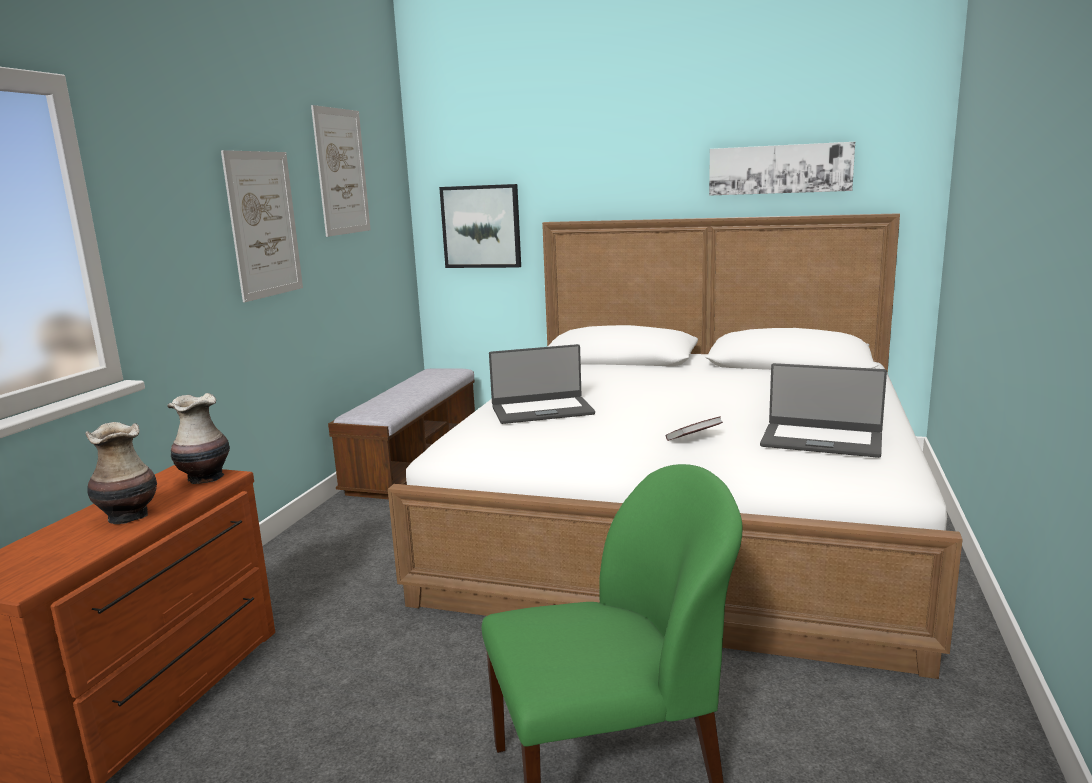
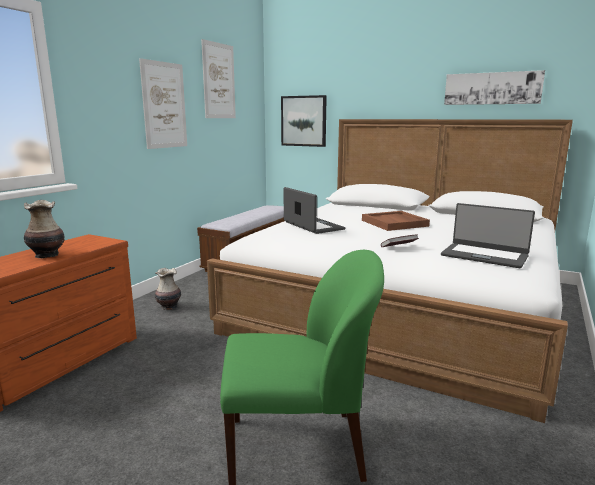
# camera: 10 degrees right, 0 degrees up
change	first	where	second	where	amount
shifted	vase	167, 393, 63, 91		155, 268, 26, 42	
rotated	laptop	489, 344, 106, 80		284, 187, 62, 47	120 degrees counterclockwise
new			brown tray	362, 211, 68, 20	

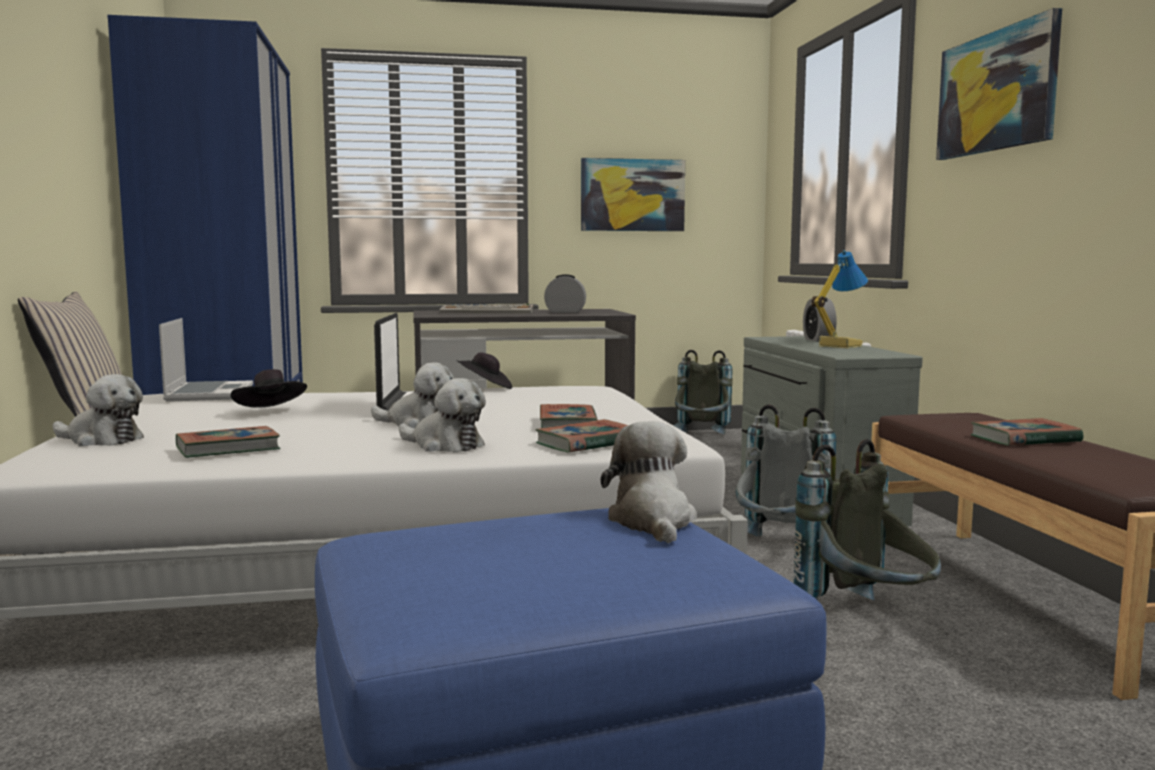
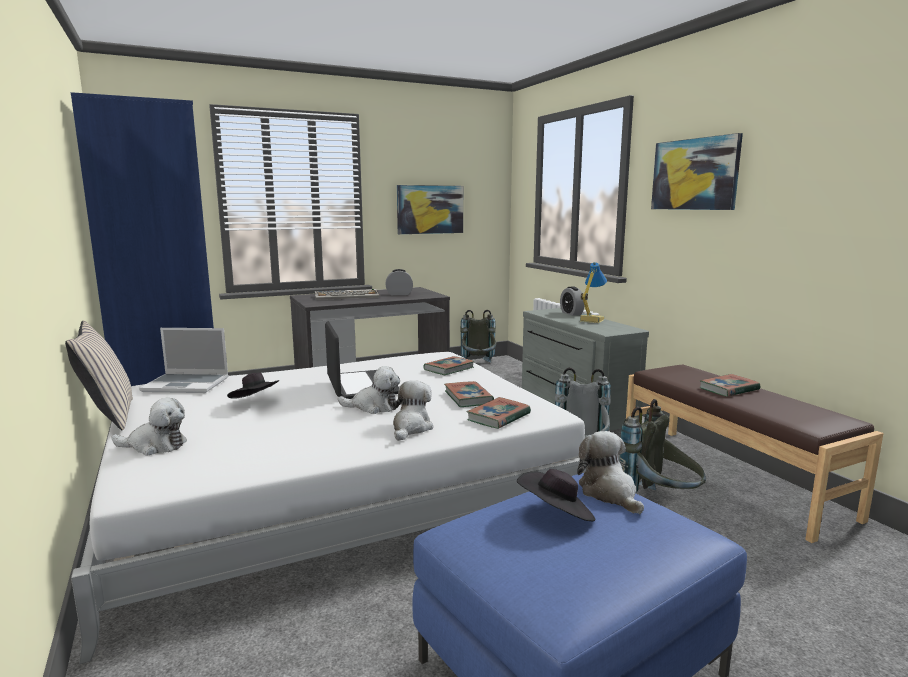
# camera: 15 degrees left, 5 degrees up
change	first	where	second	where	amount
rotated	laptop	159, 318, 94, 84		139, 328, 90, 65	120 degrees clockwise
shifted	book	176, 426, 104, 32		423, 356, 52, 19	
rotated	plush toy	399, 378, 87, 74		391, 380, 42, 61	90 degrees counterclockwise
shifted	black hat	457, 352, 55, 37		517, 469, 79, 52	

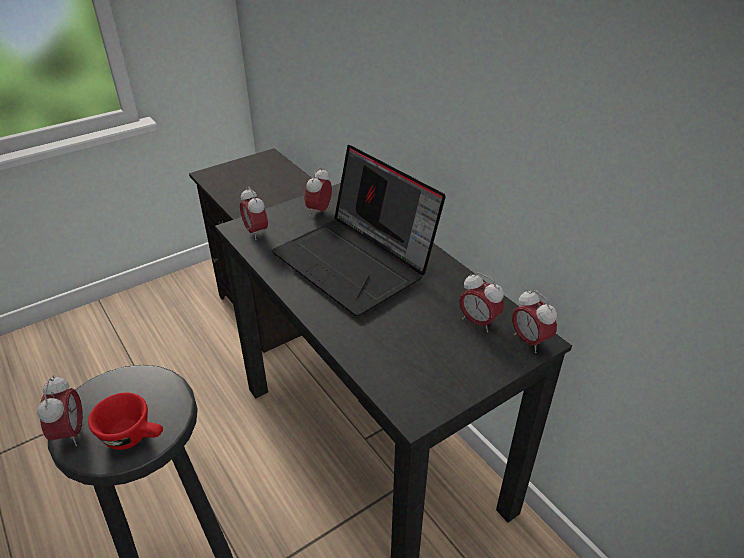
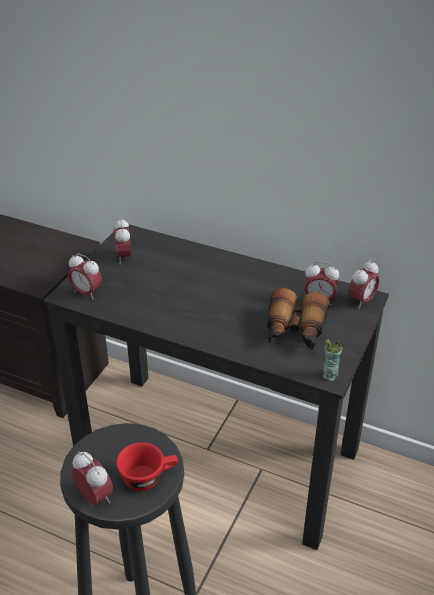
# camera: 30 degrees left, 0 degrees up
change	first	where	second	where	amount
gone	laptop	272, 145, 174, 171			
rotated	alarm clock	512, 290, 45, 63		349, 260, 31, 49	75 degrees counterclockwise
new			binoculars	267, 288, 63, 62	
new			cup	323, 339, 20, 42	

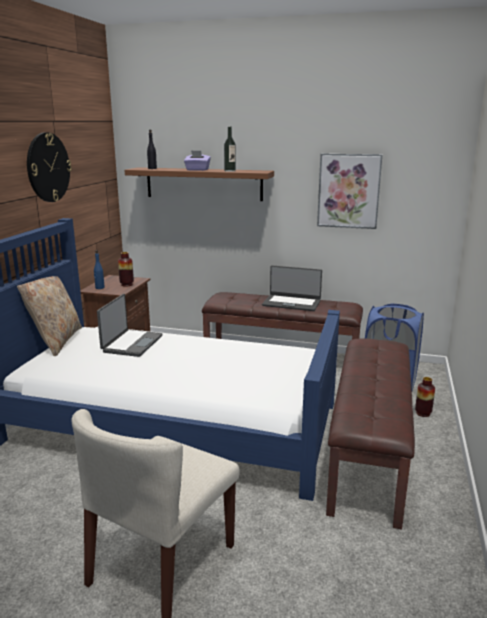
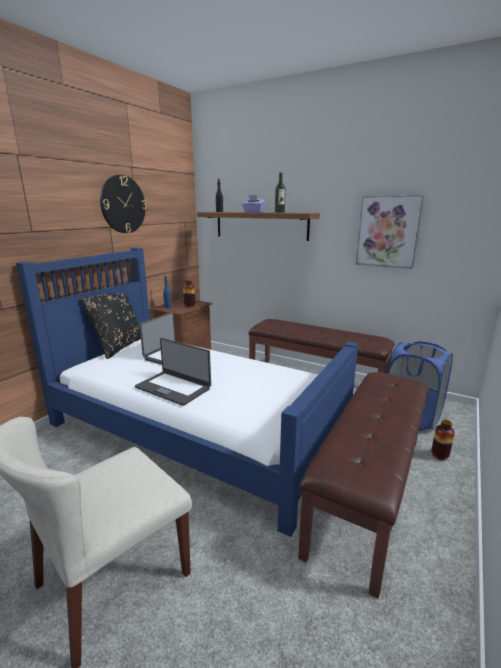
# camera: 15 degrees right, 0 degrees up
change	first	where	second	where	amount
repainted	beige pillow	17, 264, 65, 92	black pillow	79, 294, 62, 65	
shifted	laptop	262, 266, 60, 45		135, 338, 76, 68	

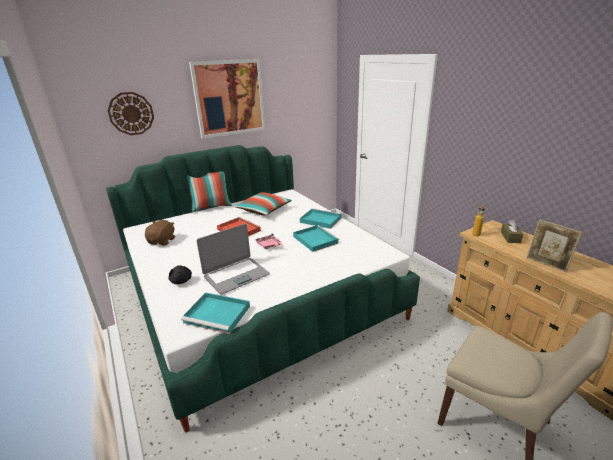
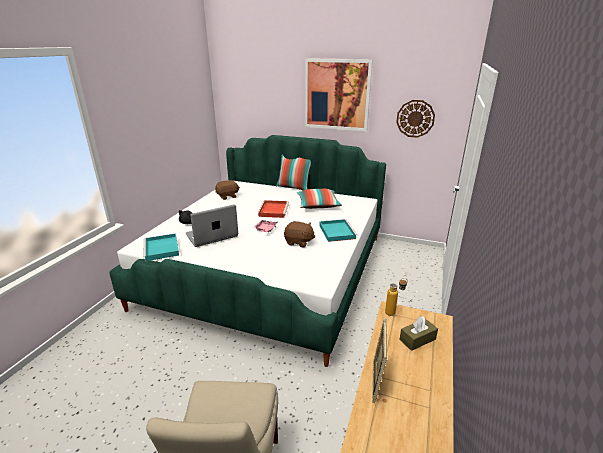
# camera: 50 degrees right, 0 degrees up
change	first	where	second	where	amount
shifted	wall clock	108, 92, 46, 43		396, 100, 39, 38	
rotated	laptop	196, 224, 74, 70		186, 204, 52, 43	135 degrees clockwise
swapped	turquoise tray	293, 225, 46, 27	brown plush toy	284, 221, 31, 26	

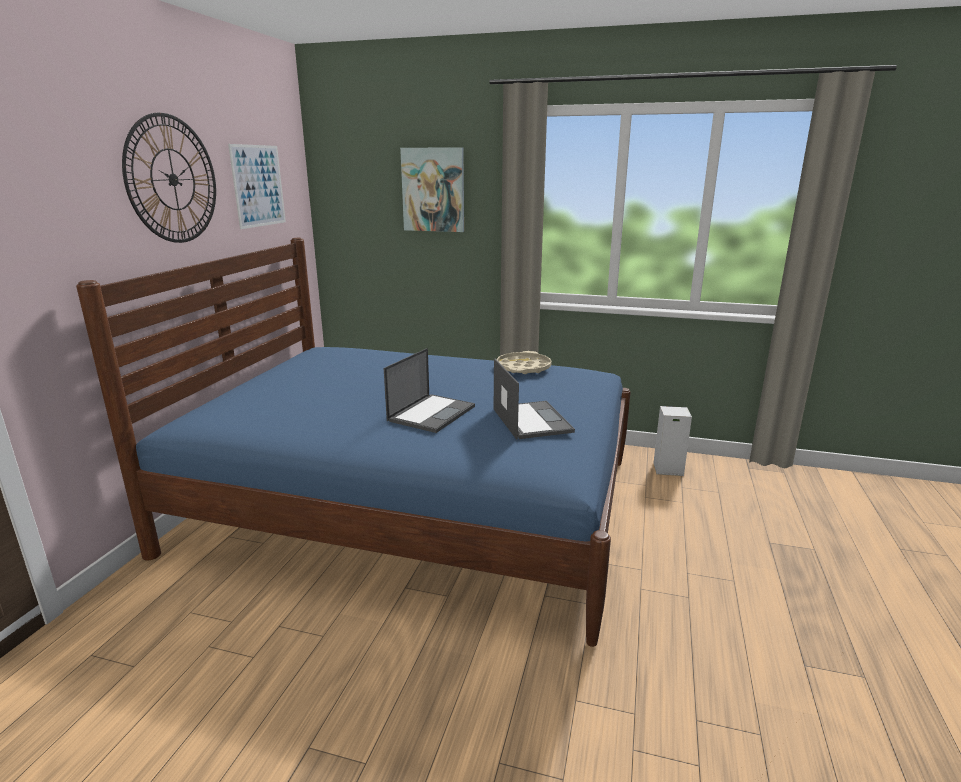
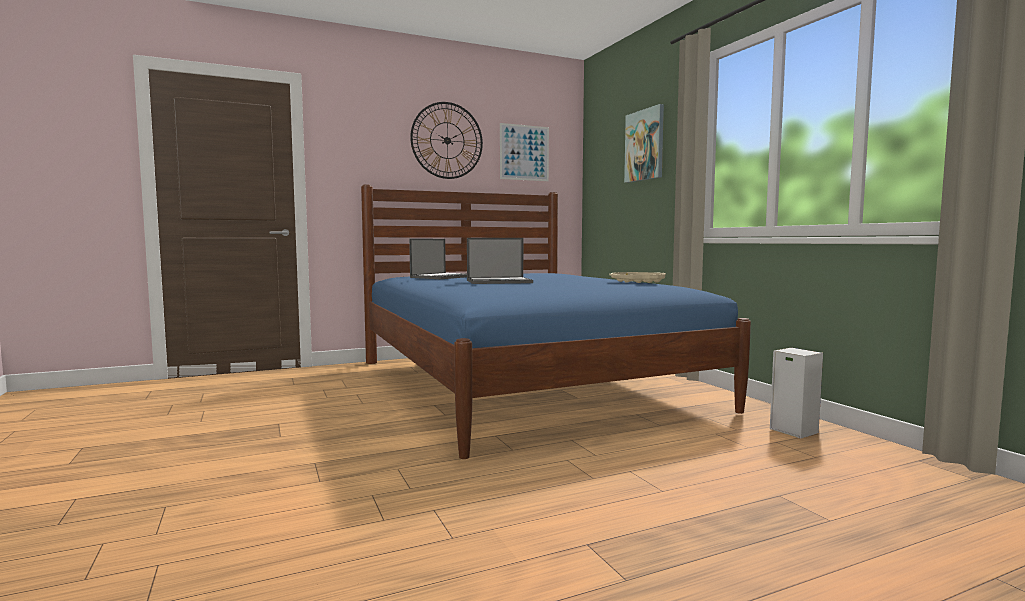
# camera: 50 degrees right, 15 degrees down
change	first	where	second	where	amount
shifted	laptop	494, 359, 81, 80		409, 239, 58, 40	

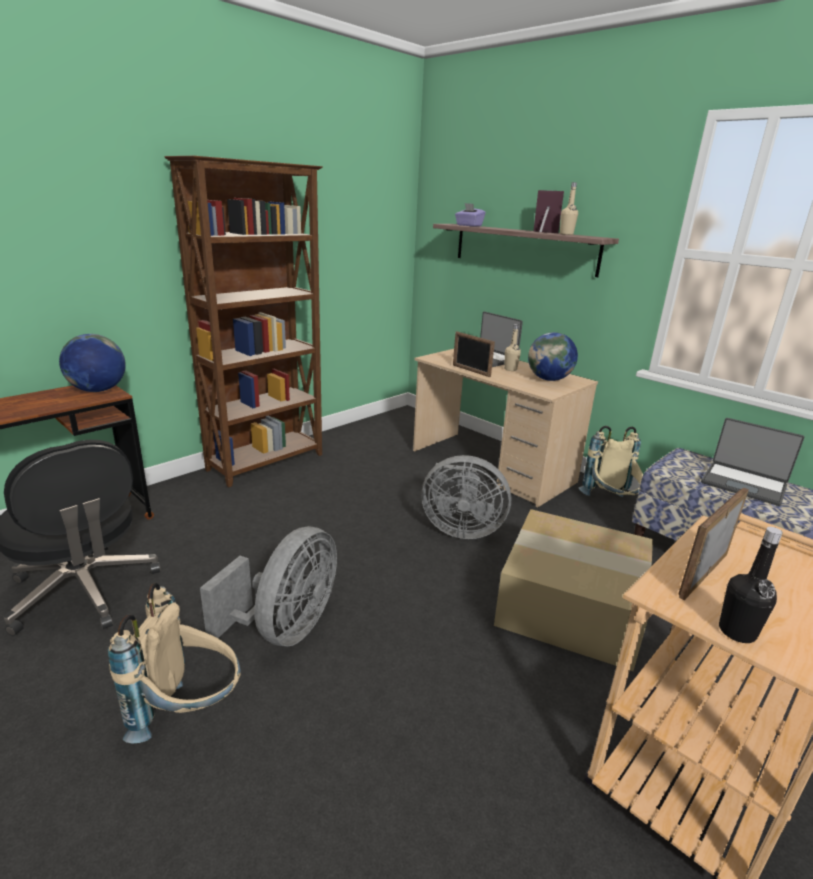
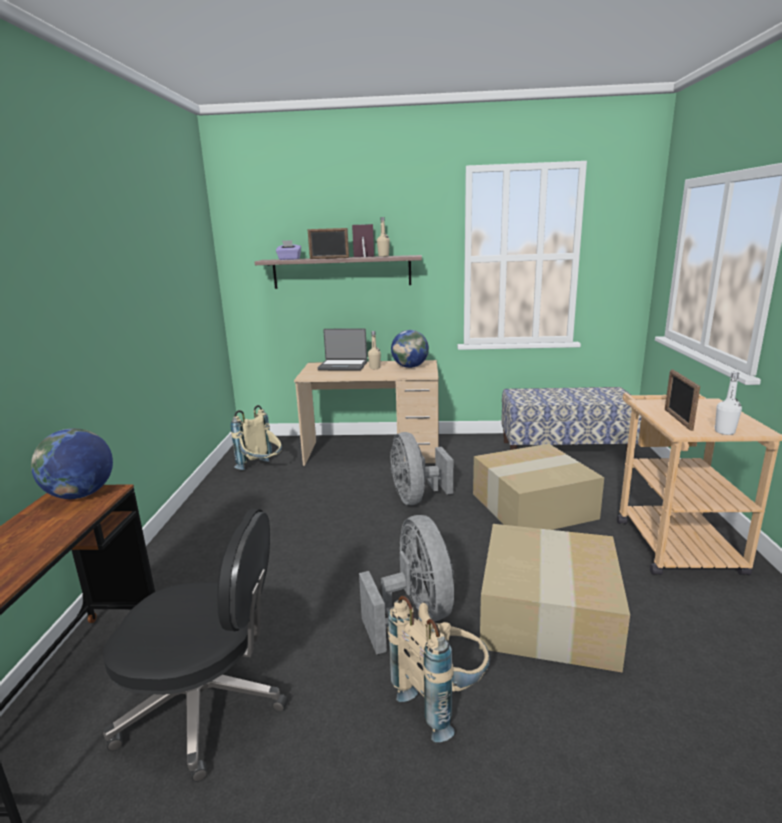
# camera: 40 degrees left, 5 degrees down
change	first	where	second	where	amount
gone	brown bookcase	164, 156, 159, 331			
rotated	grey fan	422, 455, 89, 84		390, 432, 63, 73	105 degrees clockwise
shifted	picture frame	453, 331, 42, 46		308, 228, 41, 31	
shifted	beige backpack	579, 426, 64, 71		230, 405, 52, 65	
gone	laptop	701, 418, 103, 88			
repainted	black bottle	719, 527, 64, 116	white bottle	714, 372, 28, 63	
new			cardboard box	480, 524, 150, 149	

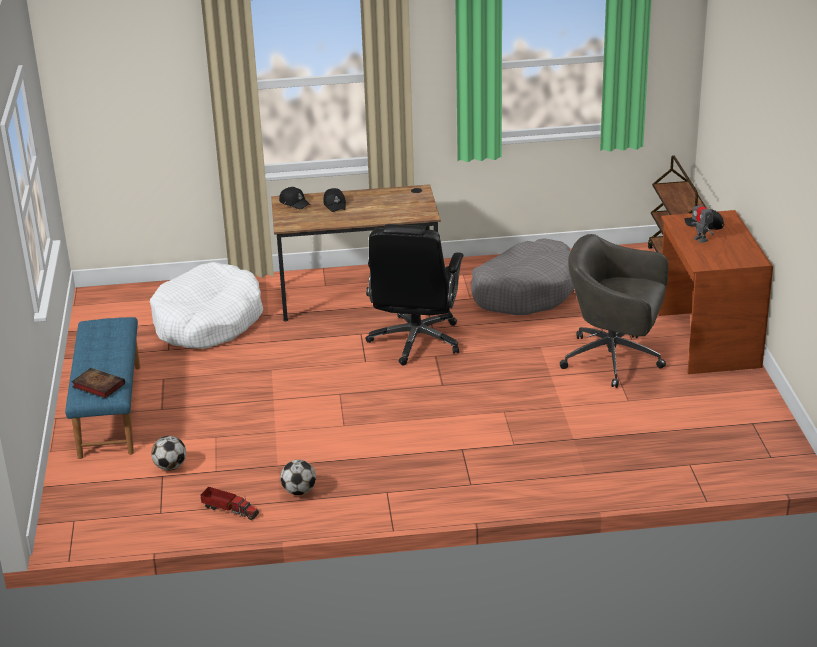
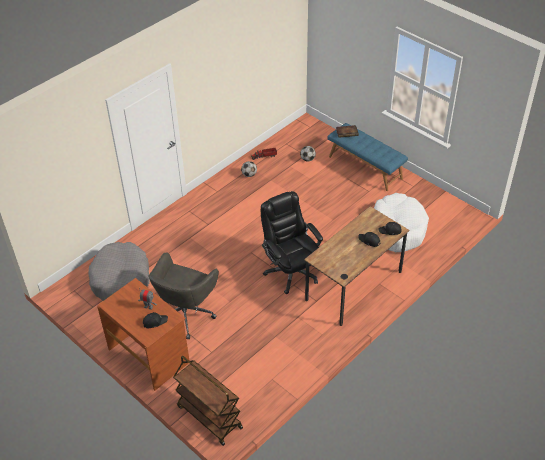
# camera: 140 degrees right, 15 degrees up
change	first	where	second	where	amount
shifted	grey dog bed	471, 238, 103, 77		88, 242, 62, 59	
rotated	grey office chair	560, 234, 108, 154		148, 253, 71, 86	135 degrees clockwise

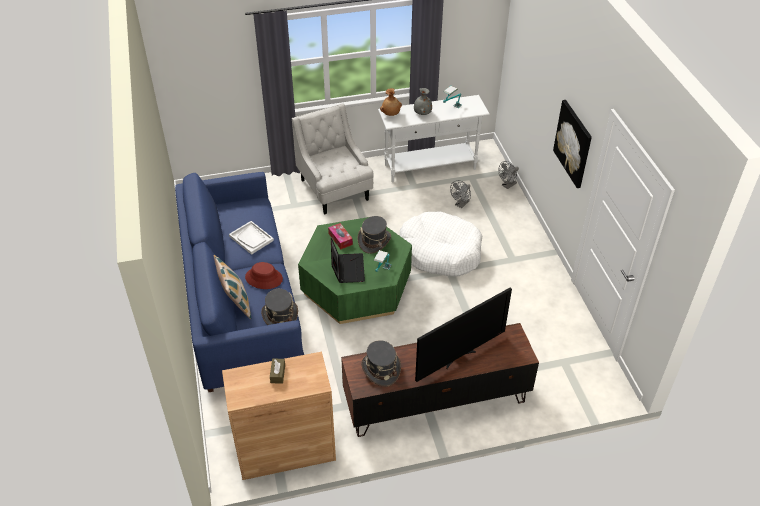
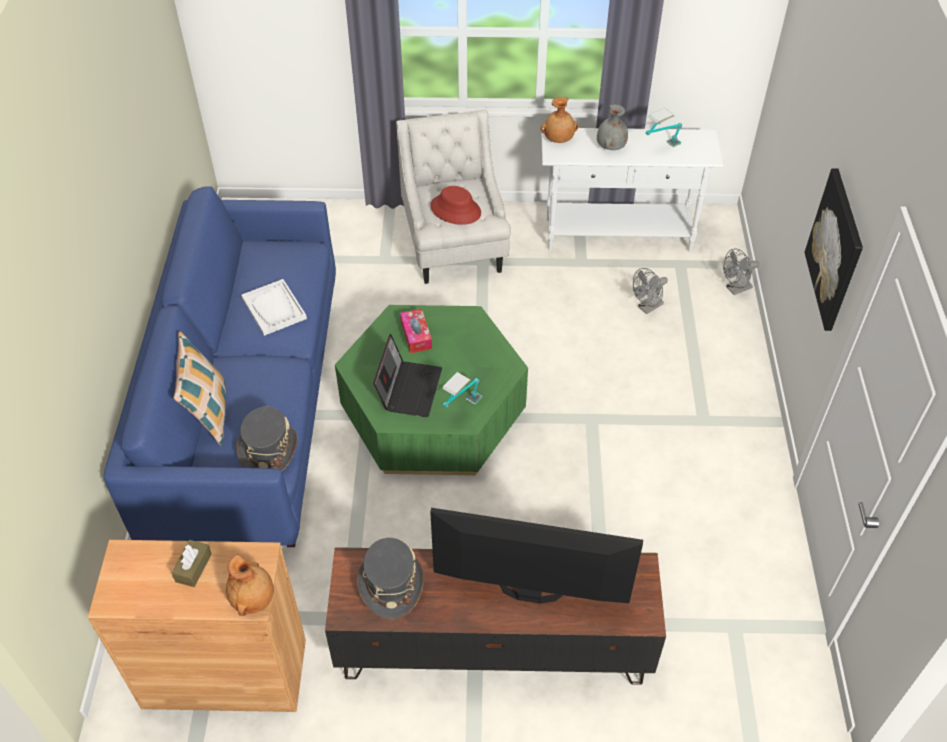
# camera: 15 degrees right, 5 degrees up
change	first	where	second	where	amount
shifted	red hat	245, 262, 38, 27		430, 186, 51, 39	
gone	grey hat	358, 216, 33, 38			
gone	white dog bed	400, 212, 82, 65			
rotated	television	415, 288, 97, 94		430, 508, 213, 96	150 degrees counterclockwise
new			brown vase	226, 554, 48, 62	

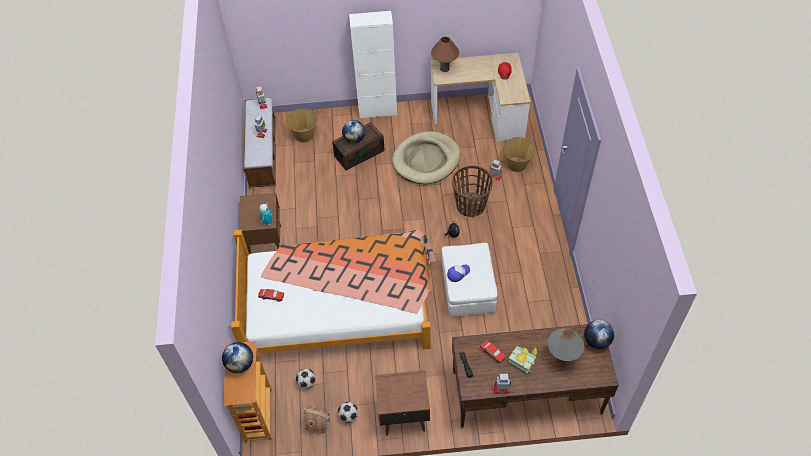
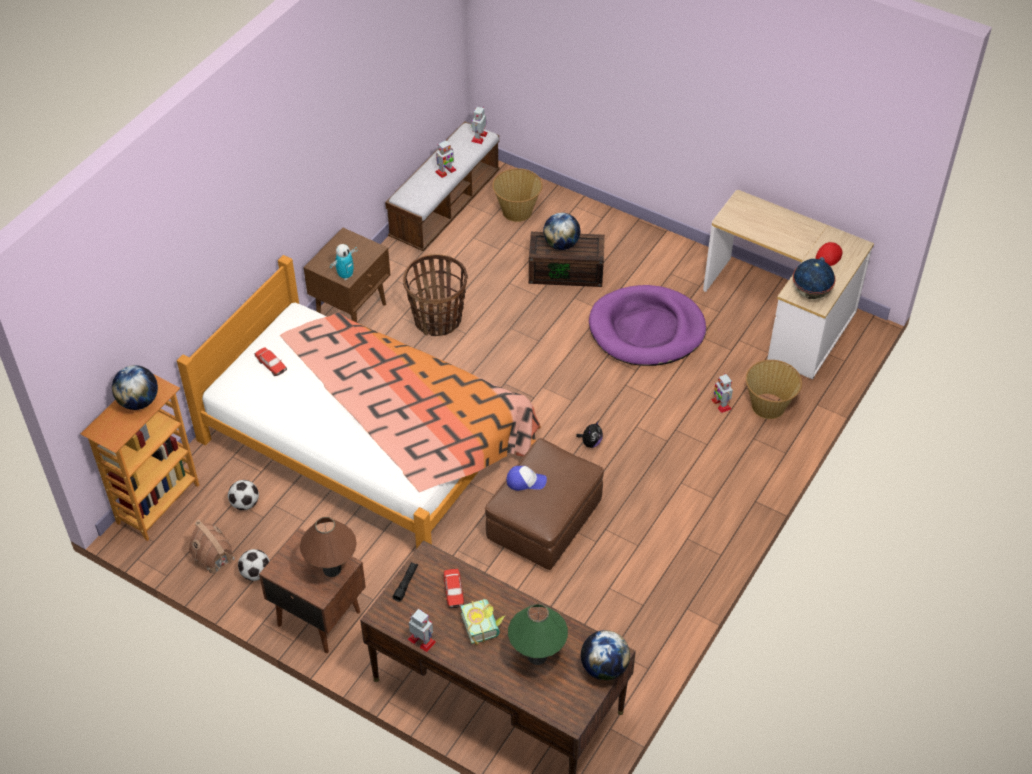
# camera: 35 degrees right, 5 degrees down
change	first	where	second	where	amount
gone	white cabinet	349, 11, 48, 107			
repainted	beige dog bed	392, 131, 68, 53	purple dog bed	589, 285, 117, 81	
shifted	brown table lamp	431, 37, 28, 35		300, 517, 57, 60	
repainted	white ottoman	442, 243, 56, 73	brown ottoman	485, 438, 119, 132	
shifted	basket	452, 166, 41, 51		403, 254, 65, 82	
repainted	grey table lamp	547, 328, 37, 35	green table lamp	508, 604, 60, 61	
new			globe	793, 259, 43, 40	

